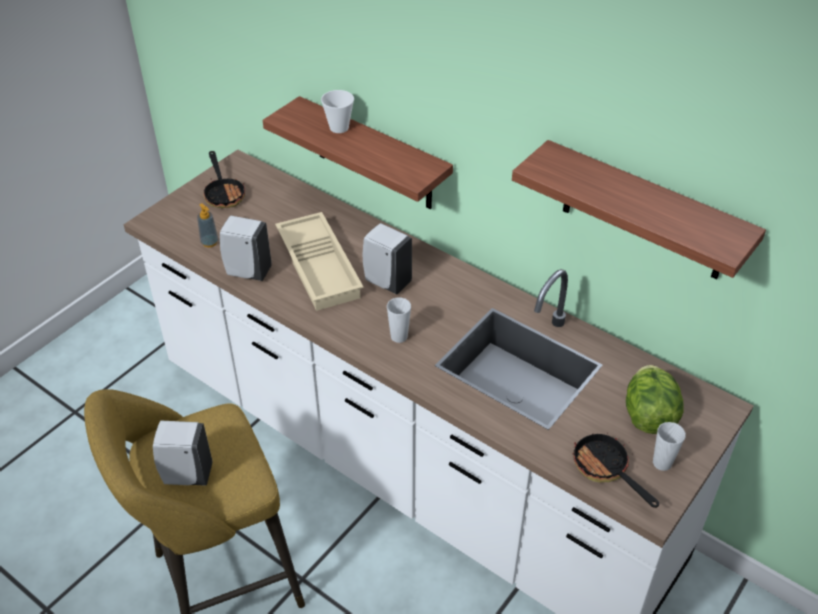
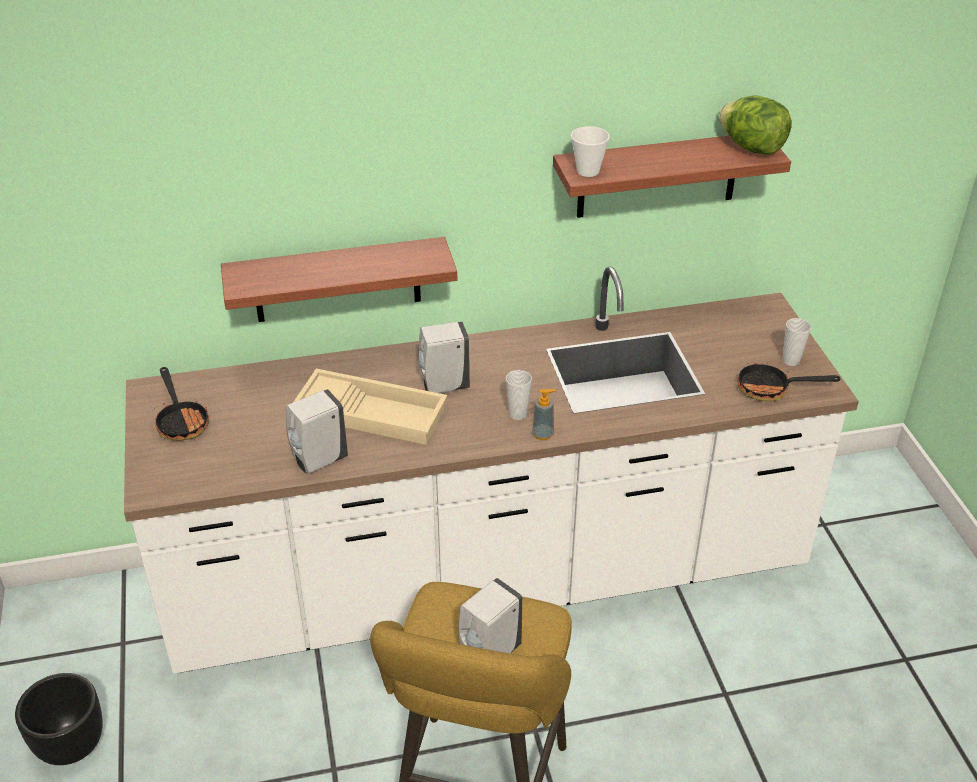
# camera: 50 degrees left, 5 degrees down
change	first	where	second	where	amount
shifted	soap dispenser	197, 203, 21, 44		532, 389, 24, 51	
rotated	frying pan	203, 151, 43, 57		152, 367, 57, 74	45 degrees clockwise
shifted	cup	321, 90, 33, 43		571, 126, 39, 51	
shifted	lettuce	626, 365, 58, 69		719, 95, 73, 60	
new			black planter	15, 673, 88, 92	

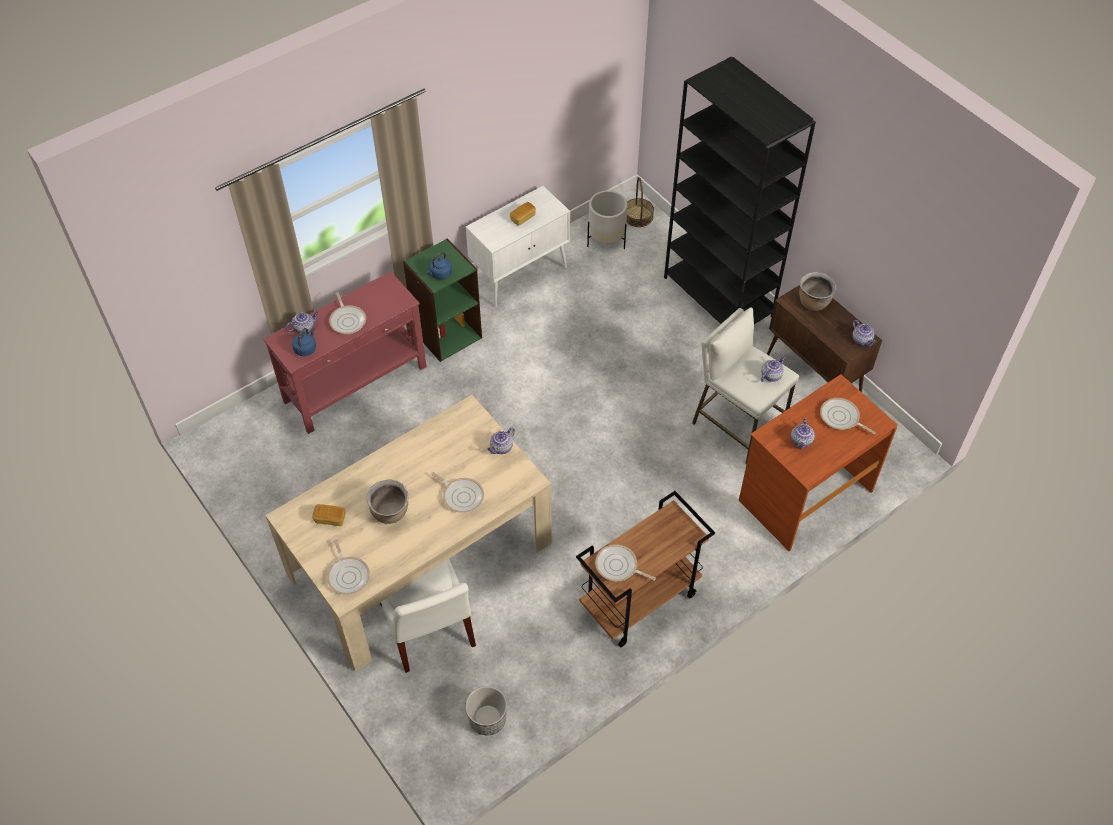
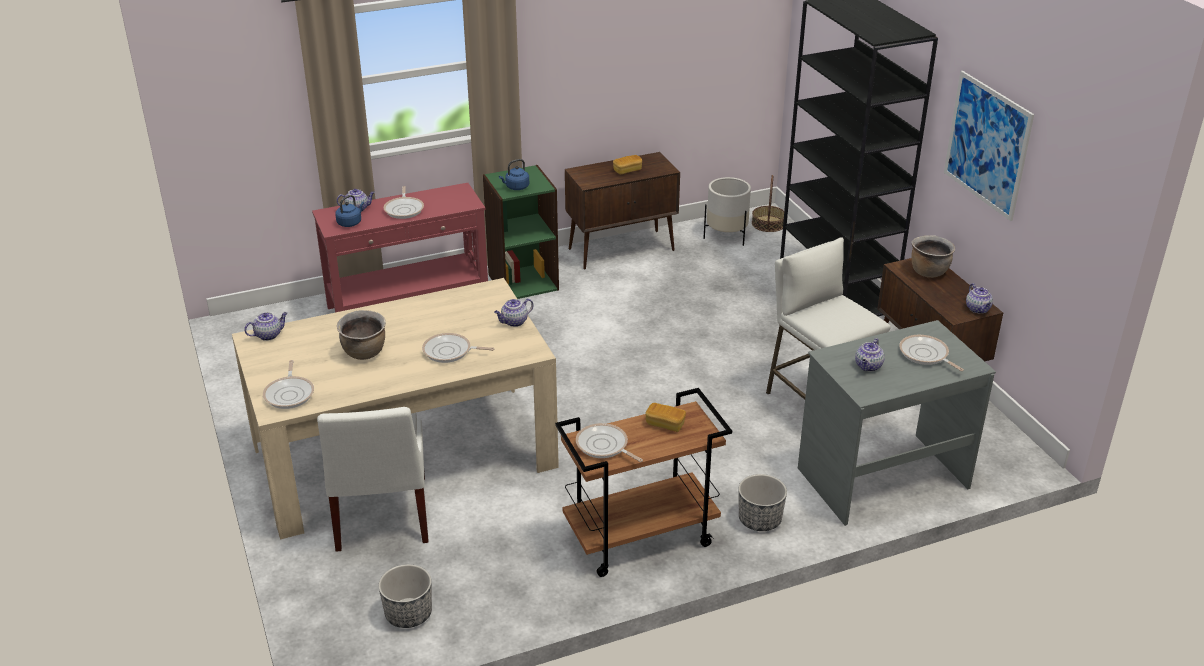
# camera: 15 degrees right, 20 degrees down
change	first	where	second	where	amount
shifted	bread	312, 504, 33, 22		645, 403, 41, 29	
rotated	frying pan	431, 472, 53, 41		422, 333, 73, 30	135 degrees clockwise
repainted	white cabinet	466, 186, 104, 121	brown cabinet	565, 152, 115, 118	
repainted	brown desk	739, 374, 159, 178	grey desk	798, 320, 198, 206	
shifted	teapot	761, 356, 24, 26		244, 312, 43, 29	
new			planter	739, 474, 48, 57	
new			picture	944, 71, 90, 150	

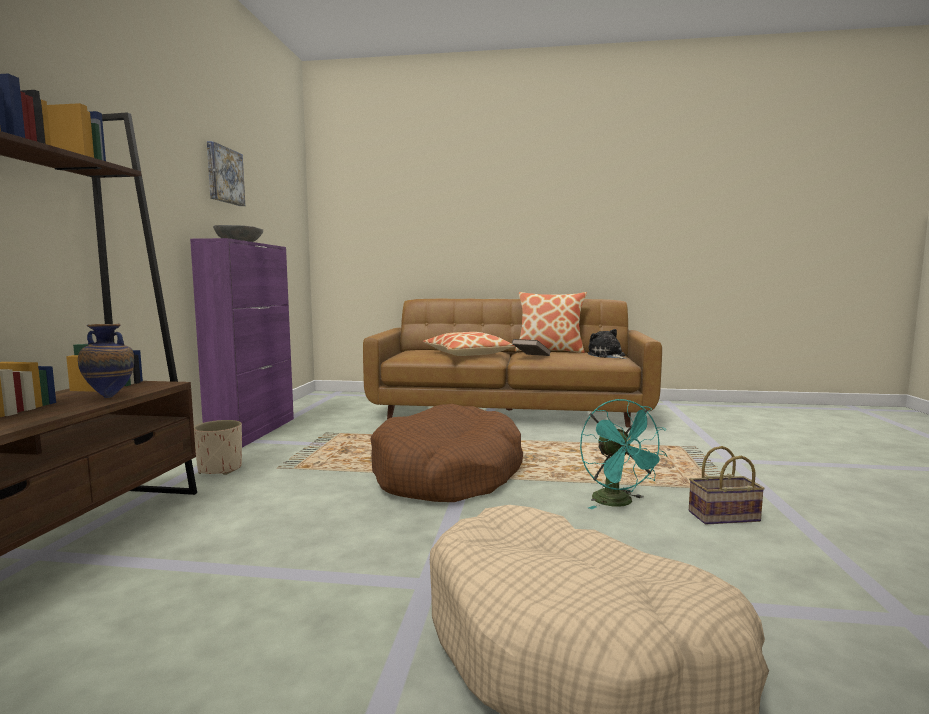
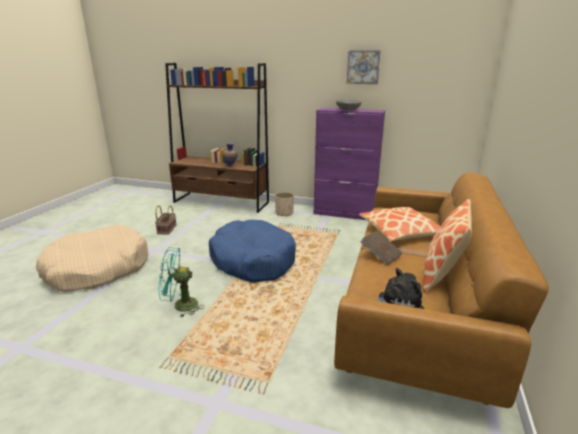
# camera: 100 degrees right, 15 degrees up
change	first	where	second	where	amount
repainted	brown dog bed	370, 404, 153, 98	blue dog bed	209, 220, 87, 62	
shifted	basket	689, 446, 76, 78		155, 205, 21, 30	

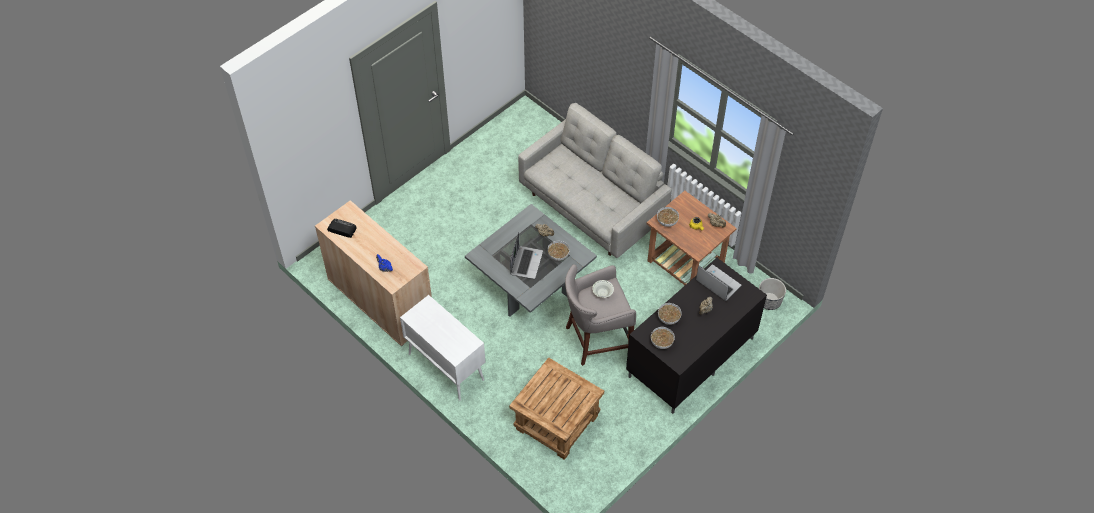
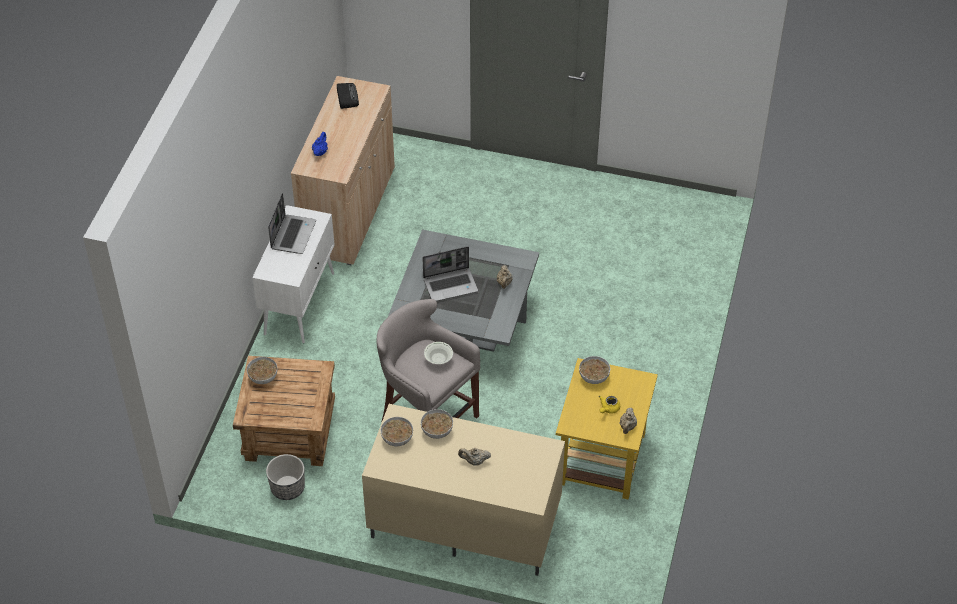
# camera: 60 degrees right, 5 degrees down
change	first	where	second	where	amount
gone	grey sofa	518, 103, 154, 155			
shifted	bowl	547, 241, 23, 20		247, 357, 30, 27	
repainted	black tv stand	626, 258, 141, 156	beige tv stand	362, 404, 203, 172	
repainted	brown side table	646, 191, 91, 94	yellow side table	556, 358, 102, 141	
shifted	laptop	696, 265, 45, 36		268, 193, 48, 61	
shifted	planter	759, 278, 27, 32		266, 454, 39, 46	

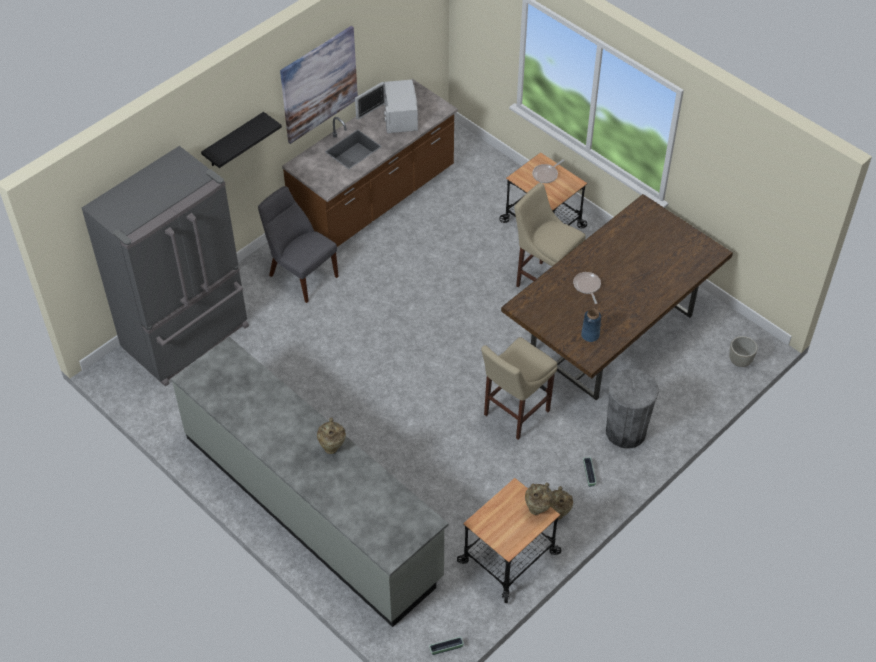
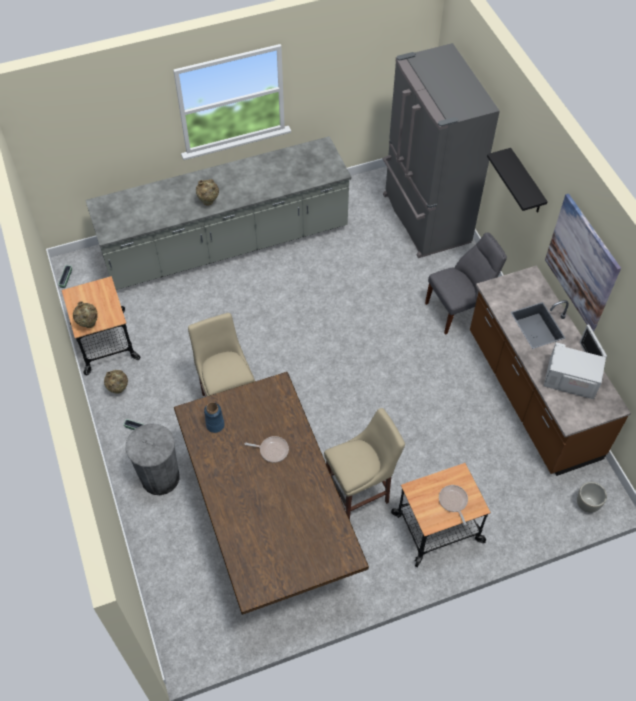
# camera: 115 degrees right, 5 degrees up
change	first	where	second	where	amount
shifted	grey planter	729, 336, 29, 31		577, 482, 30, 31	

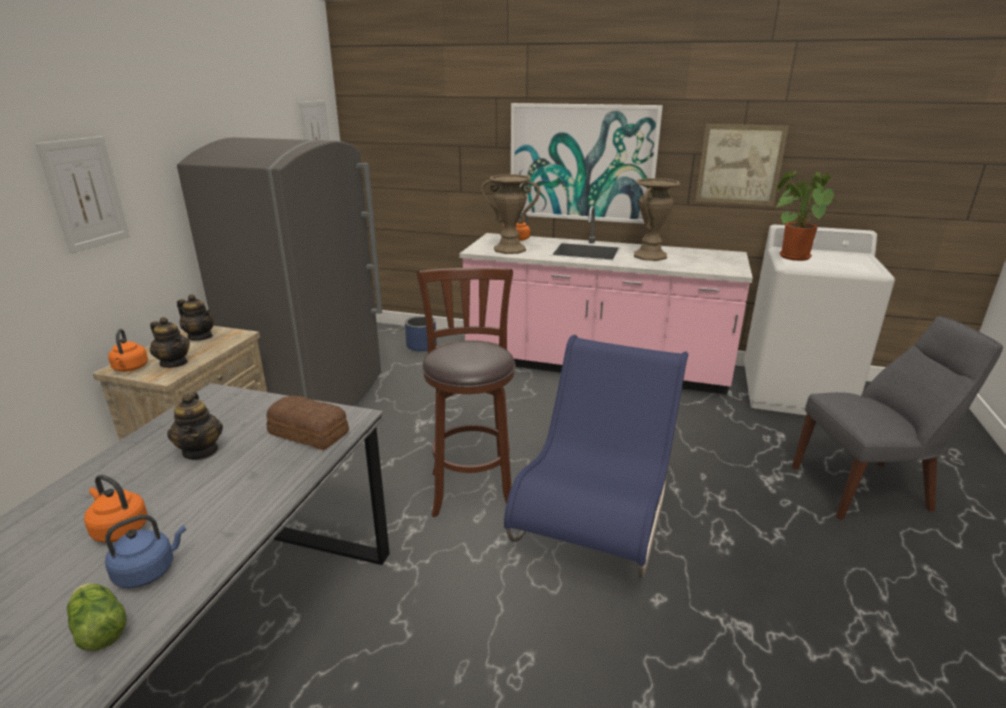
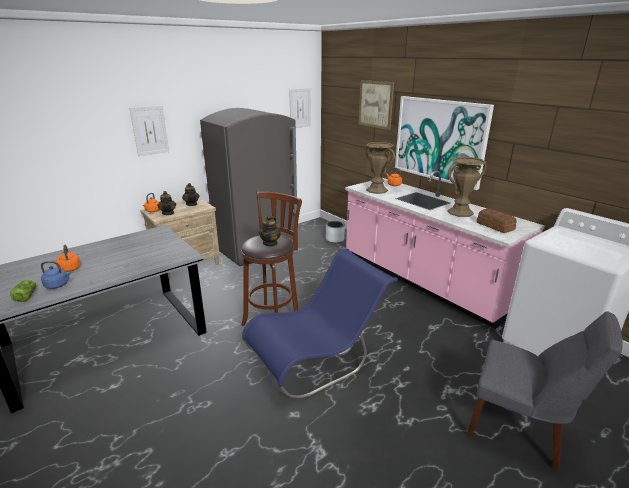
# camera: 35 degrees right, 0 degrees up
change	first	where	second	where	amount
shifted	teapot	167, 392, 56, 68		259, 215, 22, 32	
shifted	bread	266, 395, 83, 55		476, 208, 41, 25	
repainted	blue planter	405, 316, 32, 36	grey planter	326, 221, 19, 22	
shifted	picture	695, 124, 94, 82		358, 80, 36, 50	
gone	potted plant	777, 171, 62, 90			

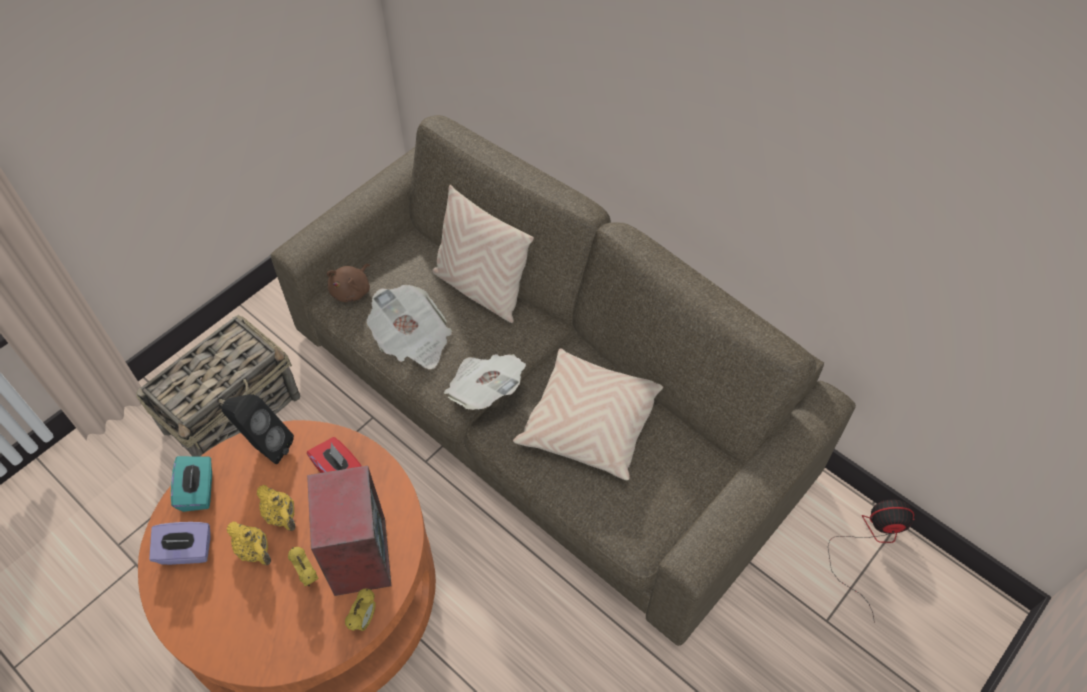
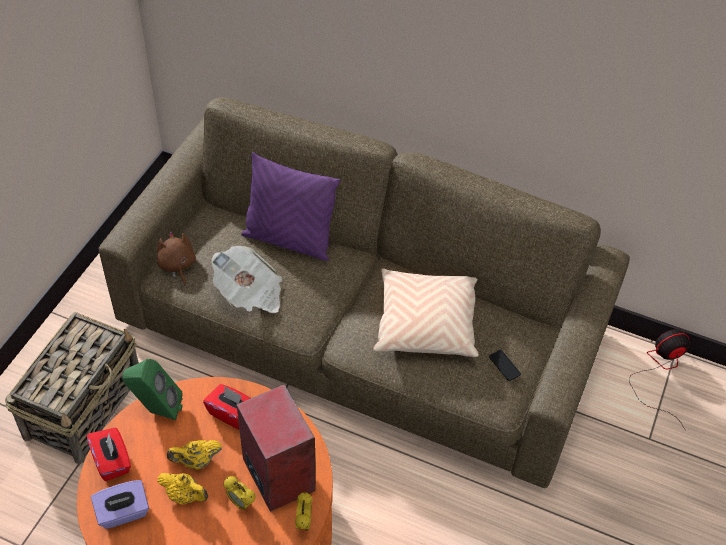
# camera: 20 degrees left, 5 degrees down
change	first	where	second	where	amount
repainted	turquoise tissue box	171, 456, 41, 56	red tissue box	87, 428, 44, 53	
repainted	black speaker	222, 394, 72, 70	green speaker	122, 359, 61, 61	
rotated	yellow teapot	257, 485, 38, 46		167, 440, 55, 30	135 degrees clockwise
rotated	brown plush toy	327, 264, 43, 38		157, 232, 39, 54	150 degrees clockwise
repainted	beige pillow	432, 185, 102, 138	purple pillow	241, 152, 100, 109	
gone	newspaper	444, 354, 82, 56			
new			phone	489, 350, 32, 31	

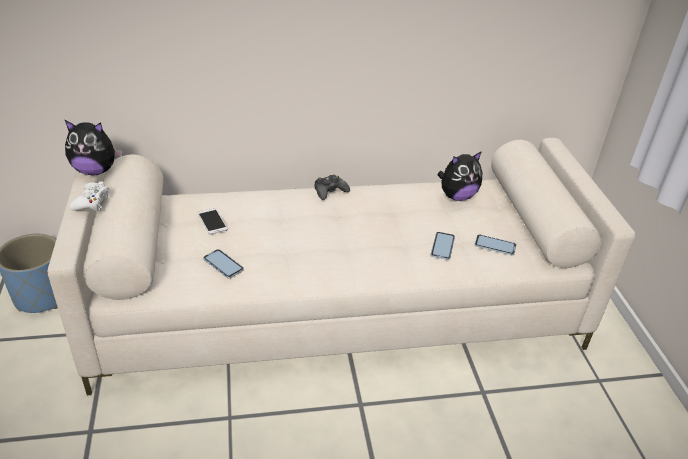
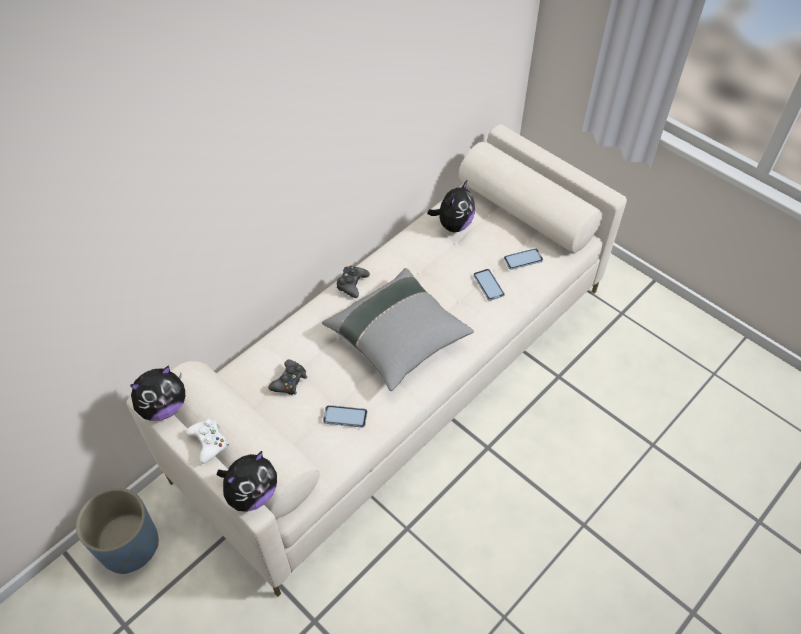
# camera: 35 degrees left, 15 degrees up
change	first	where	second	where	amount
swapped	phone	198, 208, 30, 27	black game controller	268, 360, 39, 35	
new			plush toy	217, 451, 60, 61	
new			grey pillow	322, 268, 152, 123	

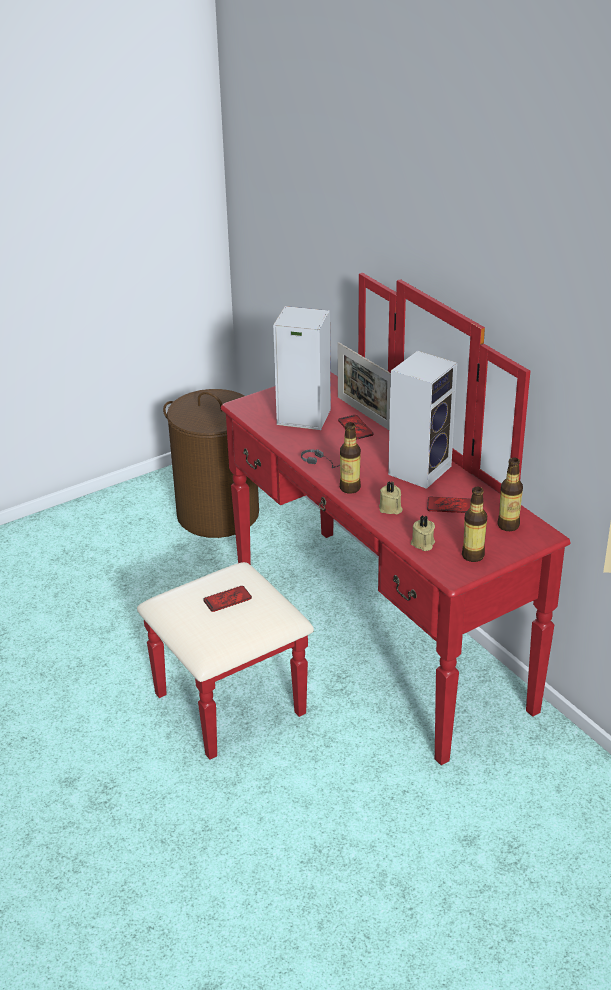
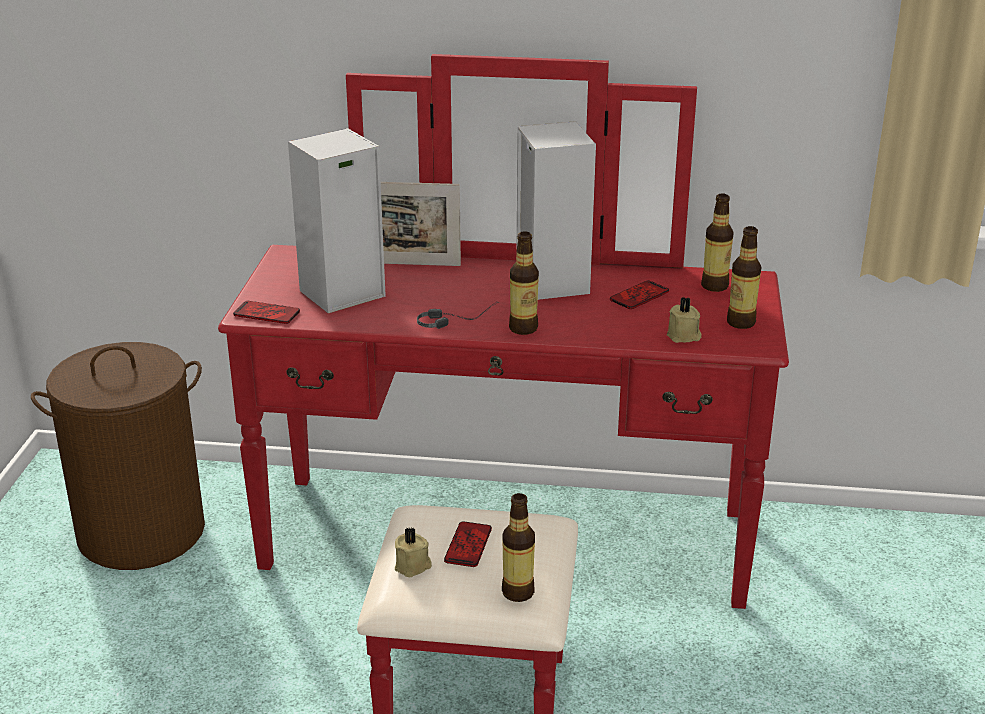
# camera: 50 degrees left, 5 degrees down
change	first	where	second	where	amount
shifted	phone	338, 415, 36, 25		233, 301, 67, 23	
shifted	beige candle	379, 482, 24, 32		395, 527, 37, 50	
new			bottle	502, 493, 33, 109	

